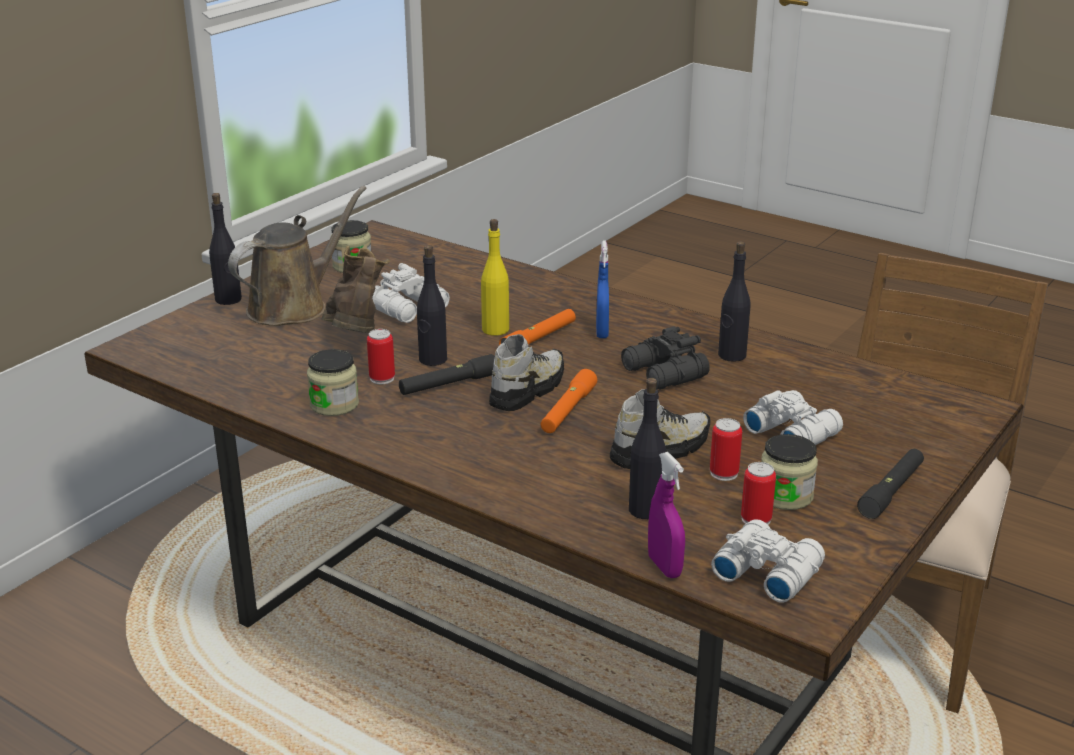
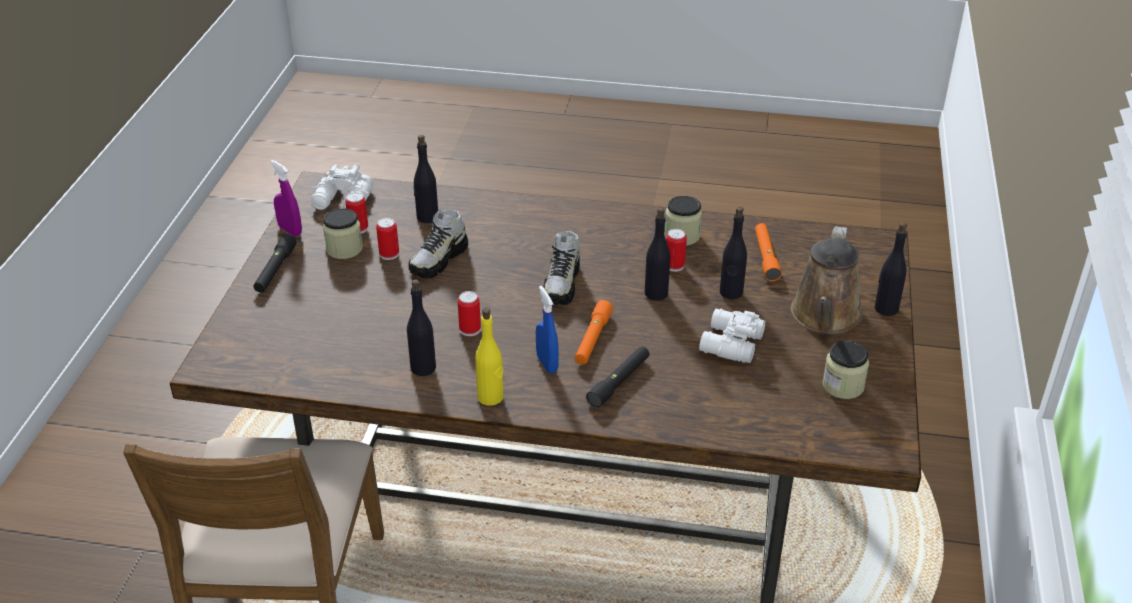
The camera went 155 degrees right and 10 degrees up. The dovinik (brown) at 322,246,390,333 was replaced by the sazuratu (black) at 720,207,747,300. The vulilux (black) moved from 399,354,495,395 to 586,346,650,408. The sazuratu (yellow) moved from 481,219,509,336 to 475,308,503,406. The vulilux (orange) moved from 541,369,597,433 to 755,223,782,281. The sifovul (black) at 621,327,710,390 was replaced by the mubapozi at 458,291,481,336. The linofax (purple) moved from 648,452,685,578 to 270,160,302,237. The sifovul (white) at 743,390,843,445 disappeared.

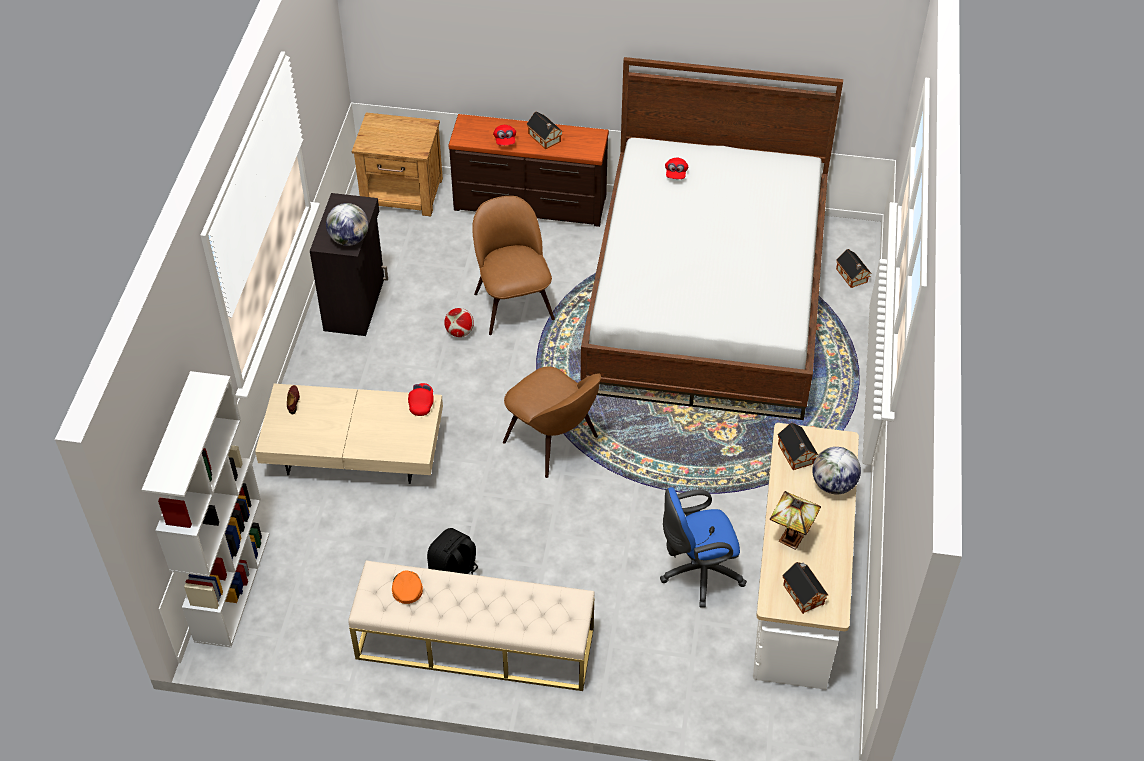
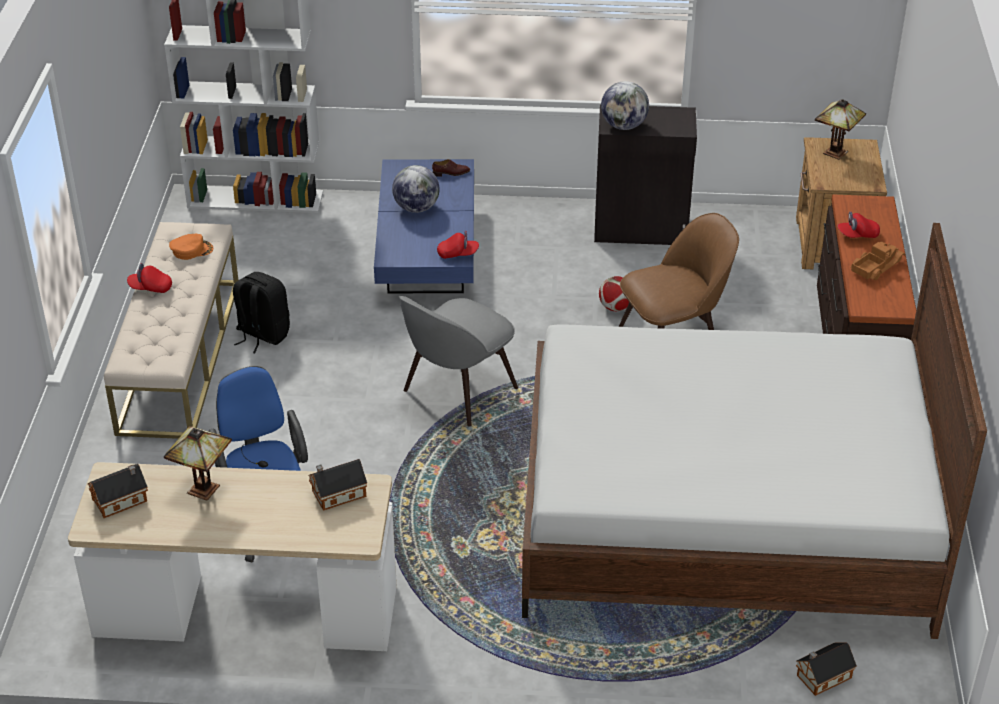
The camera went 85 degrees right and 10 degrees down. The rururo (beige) at 255,384,443,484 became the rururo (blue) at 374,159,474,293. The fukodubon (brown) at 503,367,601,478 became the fukodubon (grey) at 399,296,518,427. The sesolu at 527,111,563,149 was replaced by the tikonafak at 850,241,905,280. The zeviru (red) moved from 665,158,688,179 to 127,263,172,293. The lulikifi moved from 812,447,861,494 to 392,165,440,213. The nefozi at 815,99,866,160 appeared.

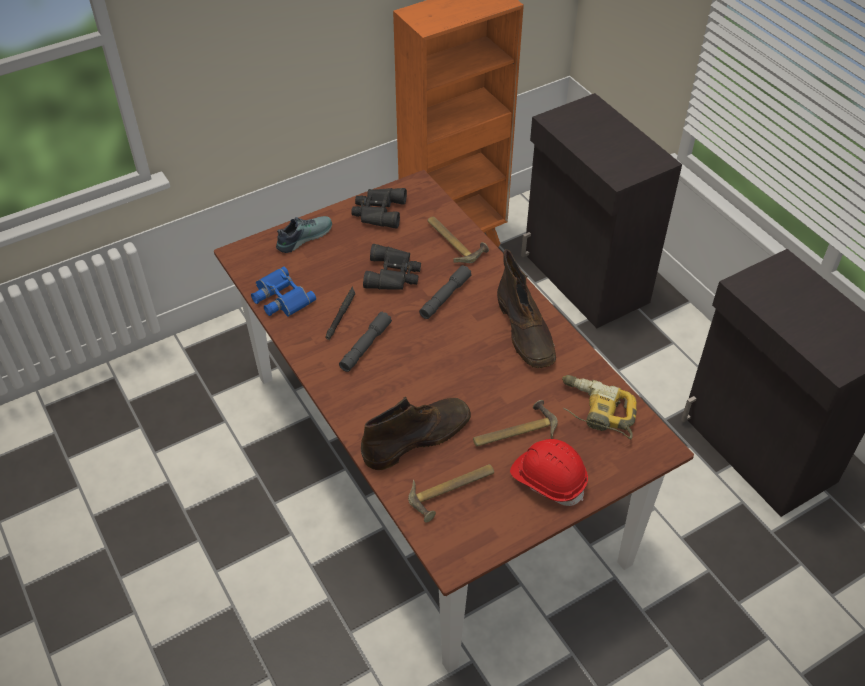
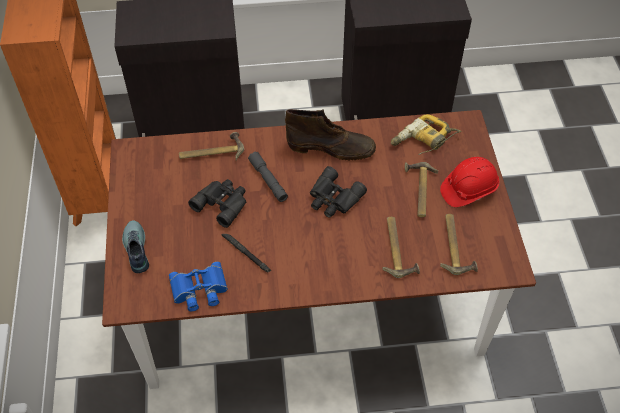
The camera went 65 degrees left and 5 degrees up. The vulilux (grey) at 339,312,392,372 disappeared. The sifovul (black) moved from 351,188,407,228 to 310,166,367,218. The dovinik (brown) at 361,397,471,470 was replaced by the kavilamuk at 382,217,420,278.

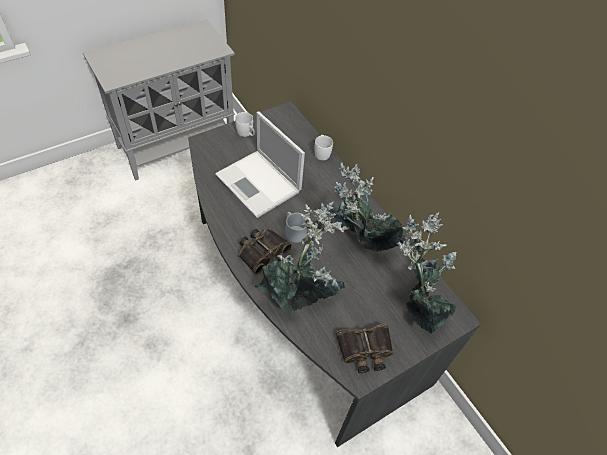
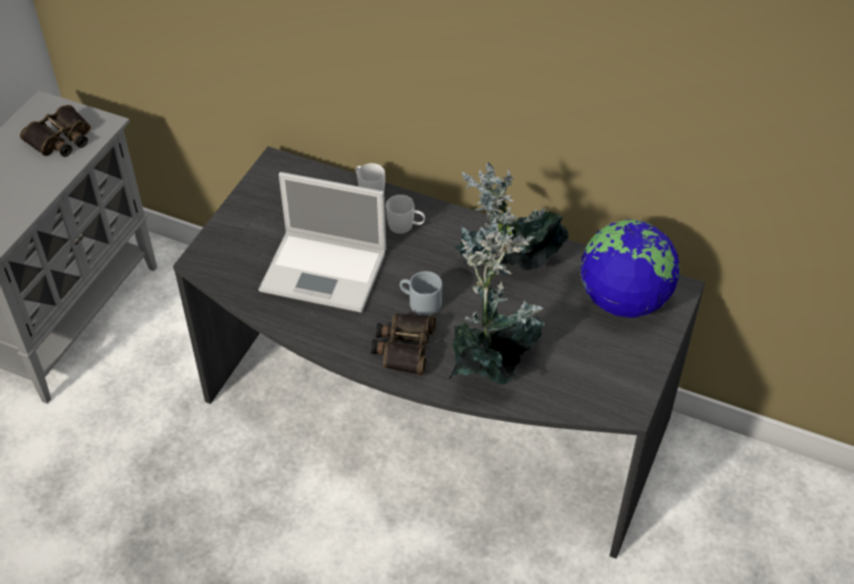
The camera went 30 degrees left and 5 degrees down. The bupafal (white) moved from 235,112,255,137 to 386,195,425,234. The sifovul moved from 336,324,394,373 to 20,105,91,157. The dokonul at 397,212,456,333 was replaced by the lulikifi at 580,219,680,318.

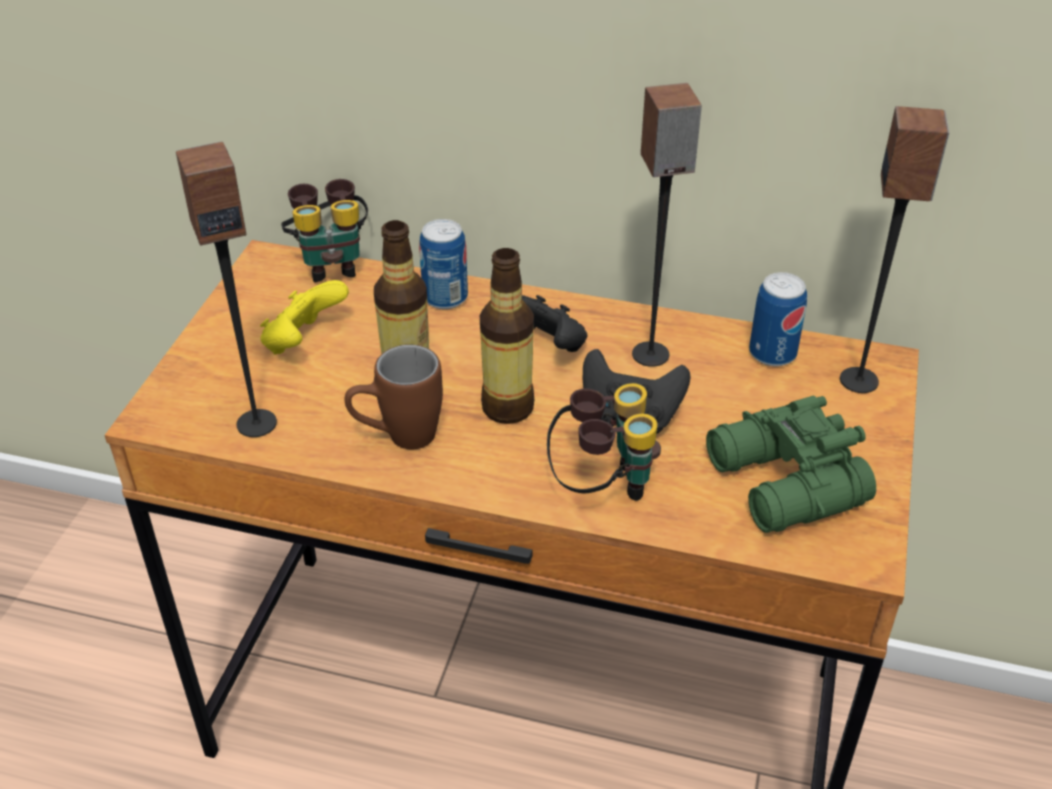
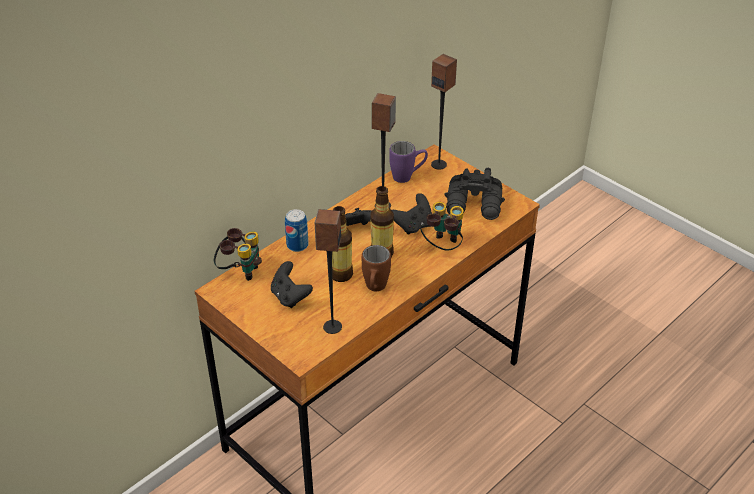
The camera went 60 degrees left and 0 degrees up. The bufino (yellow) at 260,280,349,355 became the bufino (black) at 271,261,313,308. The sifovul (green) at 706,396,876,533 became the sifovul (black) at 444,168,505,220. The mubapozi at 749,272,807,367 was replaced by the bupafal (purple) at 389,141,428,183.

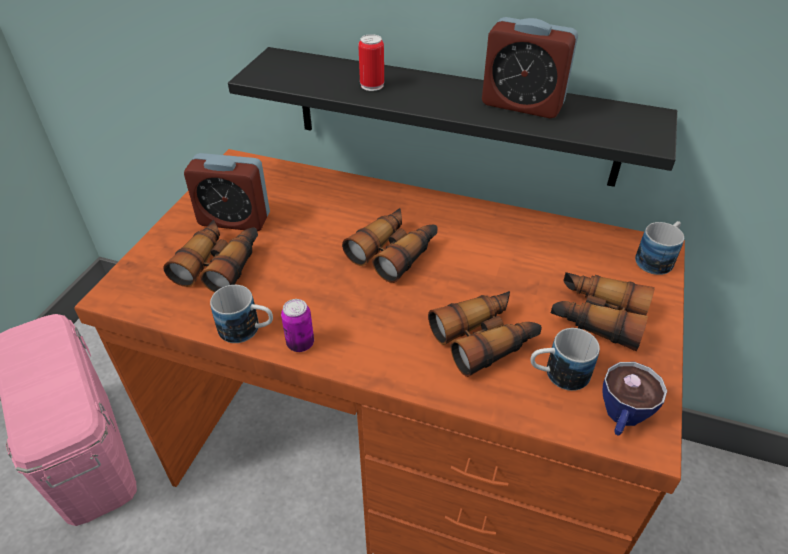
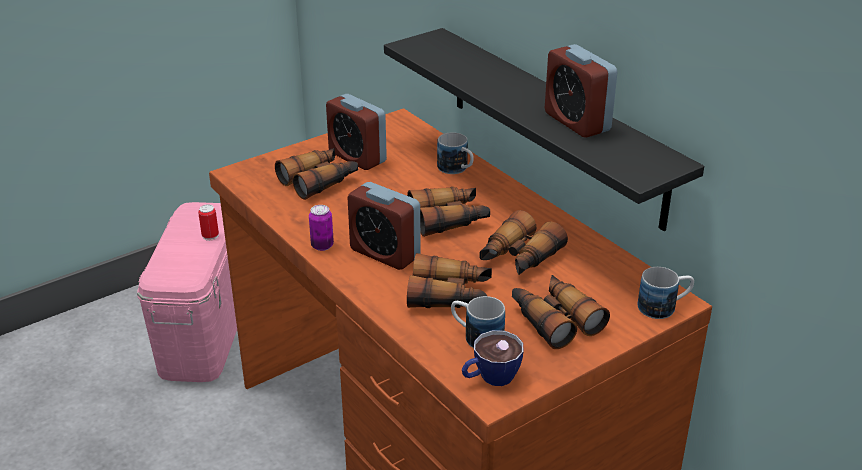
The camera went 35 degrees right and 10 degrees down. The bupafal moved from 210,285,273,343 to 437,132,474,174. The mubapozi moved from 358,34,384,91 to 198,204,219,241. The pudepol at 347,182,421,270 appeared. The sifovul at 480,210,568,275 appeared.

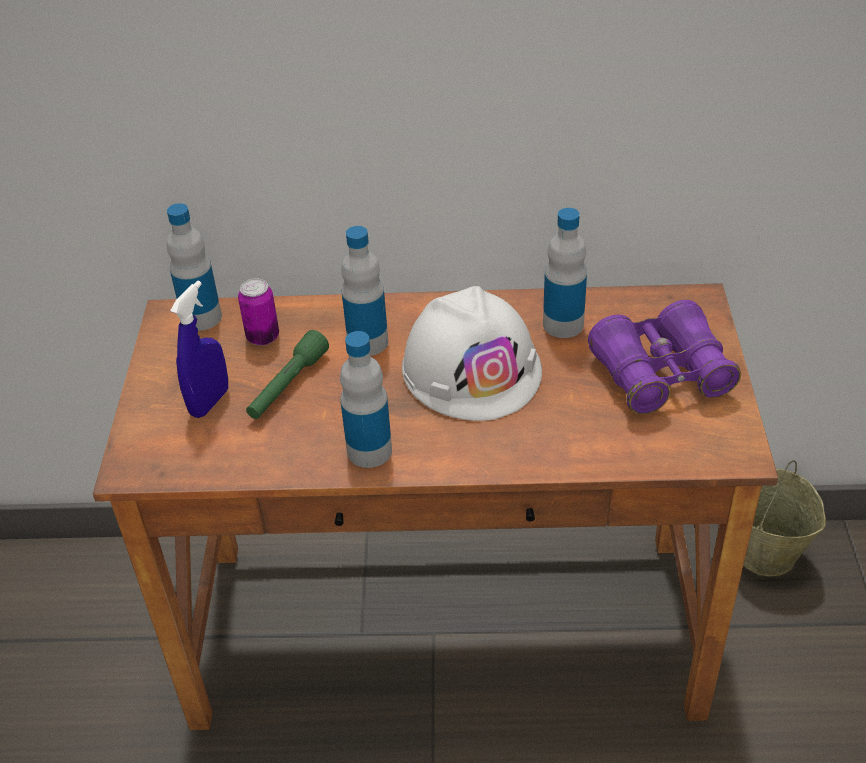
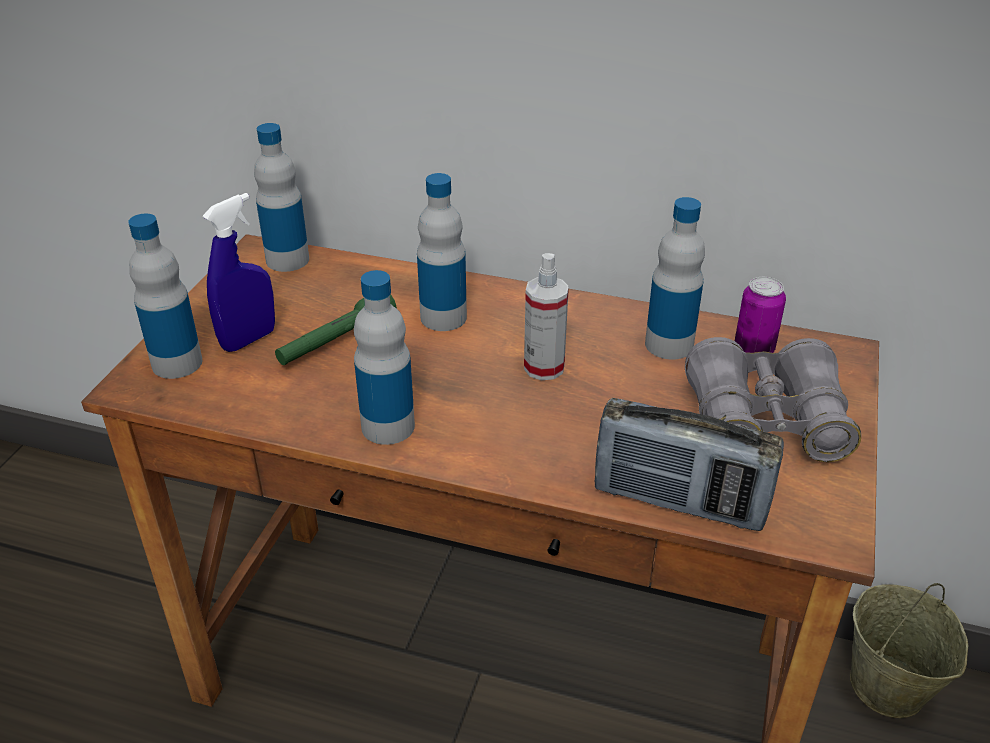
The camera went 15 degrees right and 5 degrees down. The mubapozi moved from 238,278,279,346 to 735,277,786,353. The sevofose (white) at 402,286,542,421 was replaced by the linofax at 524,253,569,380. The sifovul (purple) at 588,300,741,414 became the sifovul (grey) at 685,337,861,462. The sazuratu at 128,214,203,379 appeared. The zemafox at 595,398,784,531 appeared.

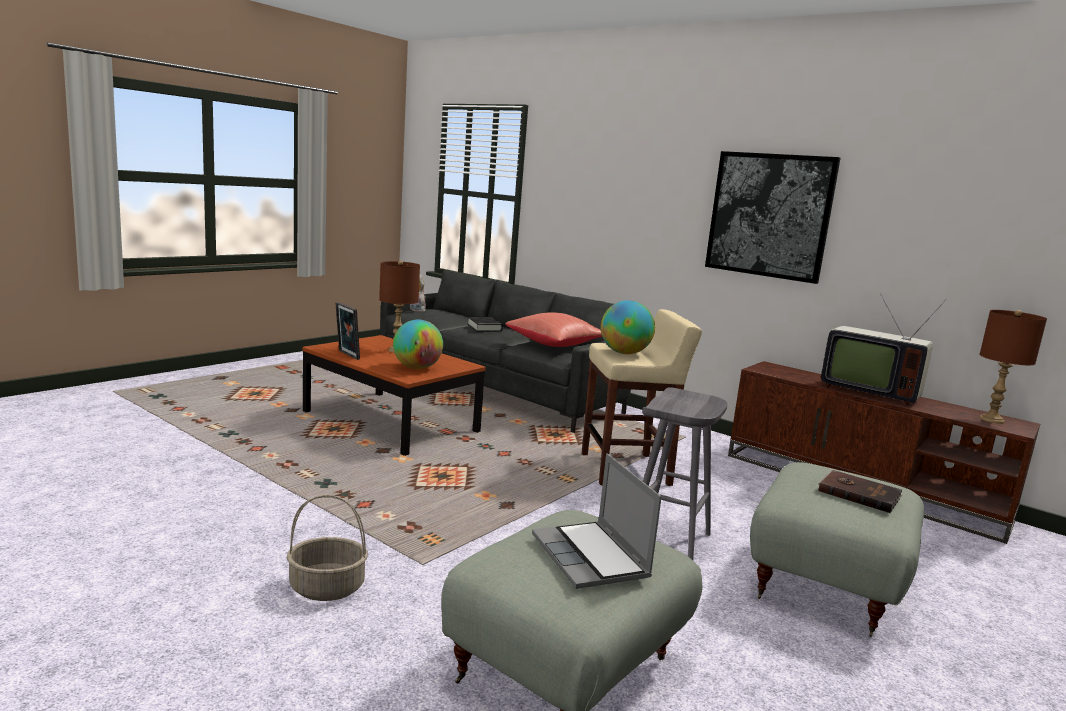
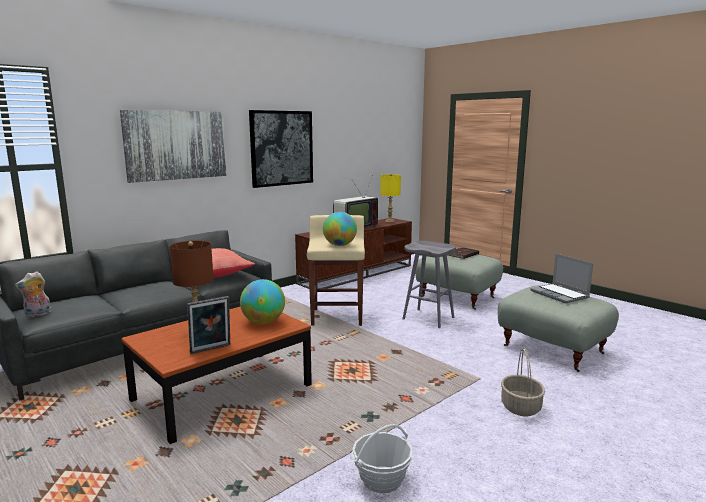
The camera went 80 degrees left and 0 degrees up. The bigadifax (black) at 468,317,503,332 disappeared. The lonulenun at 532,453,662,589 turned 75 degrees clockwise. The nefozi (brown) at 979,310,1047,424 became the nefozi (yellow) at 380,173,401,222. The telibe at 120,110,226,183 appeared. The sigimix at 352,424,413,493 appeared.

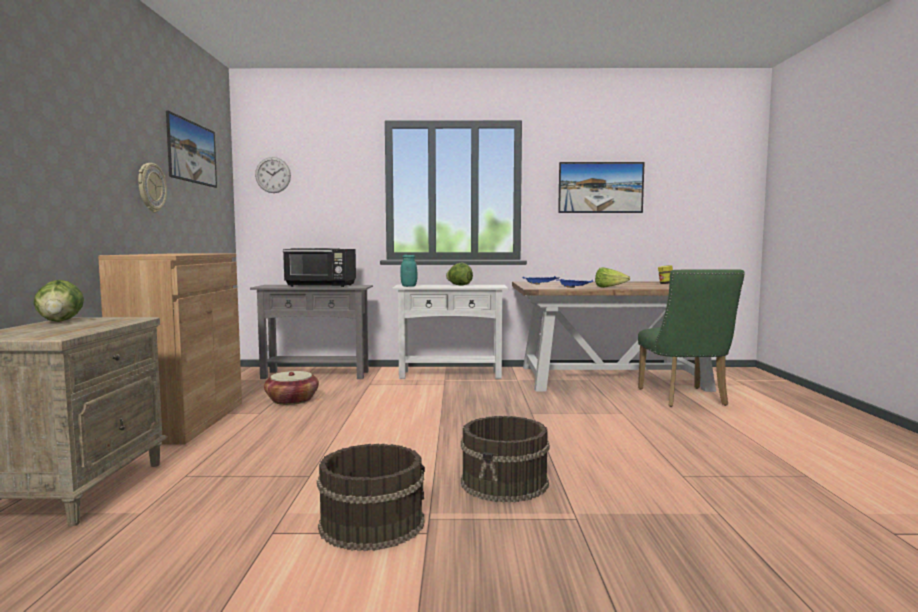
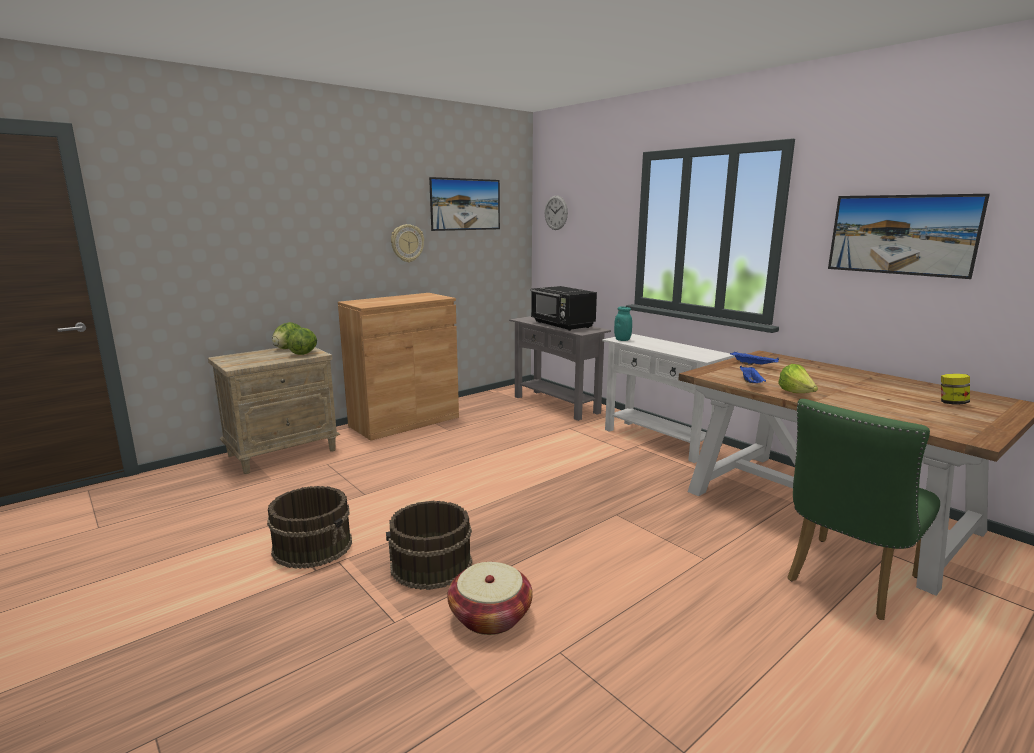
The camera went 50 degrees right and 10 degrees up. The sigimix moved from 264,371,319,405 to 447,562,533,635. The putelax moved from 446,263,473,286 to 287,328,317,355.

